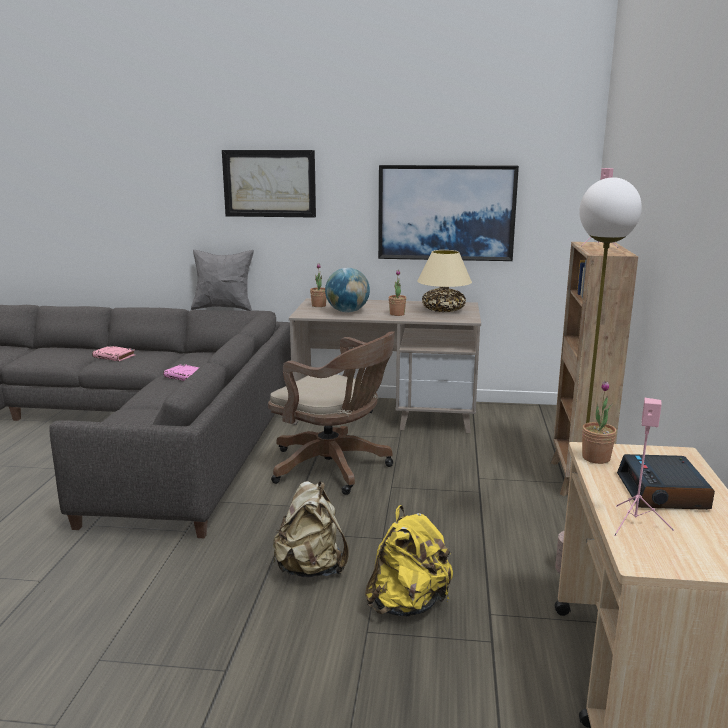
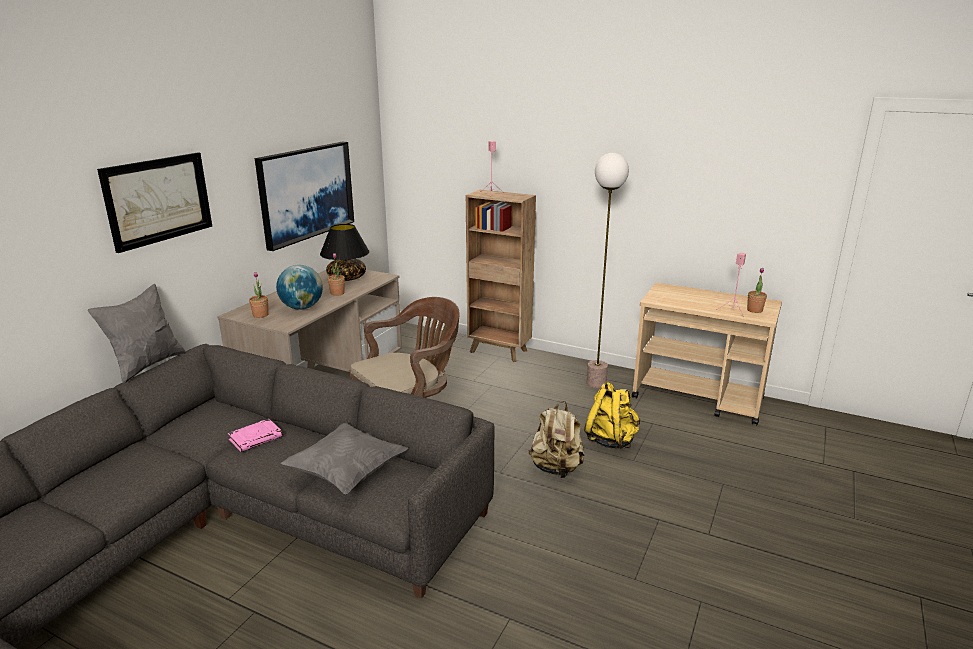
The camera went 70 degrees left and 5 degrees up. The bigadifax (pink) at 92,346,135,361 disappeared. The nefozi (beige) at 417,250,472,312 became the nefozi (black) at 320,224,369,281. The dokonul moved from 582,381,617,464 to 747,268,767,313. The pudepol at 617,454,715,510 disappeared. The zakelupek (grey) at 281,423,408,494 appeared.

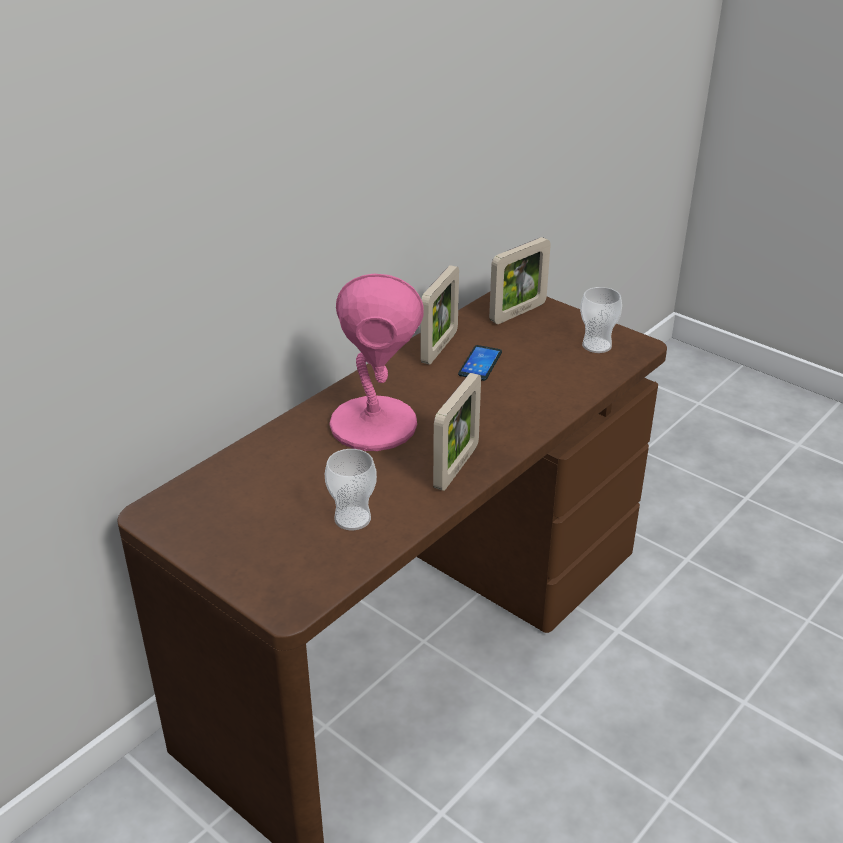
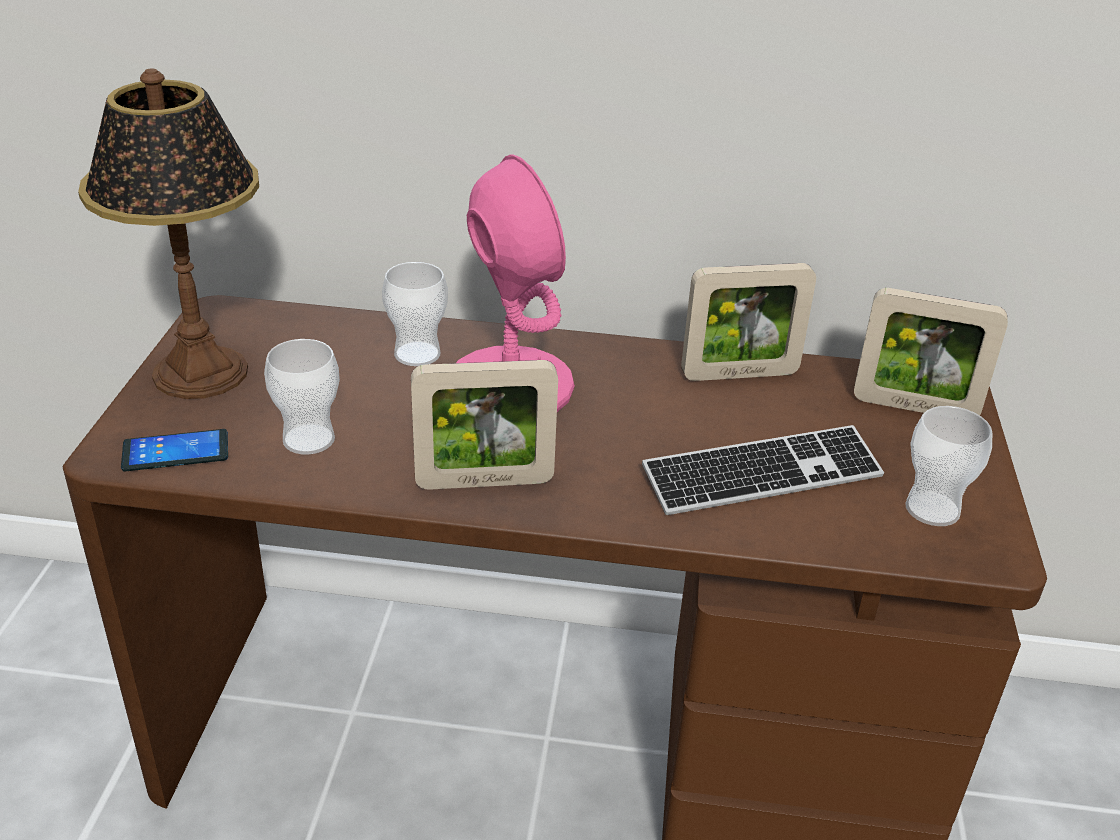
The camera went 55 degrees right and 0 degrees up. The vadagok moved from 458,345,502,381 to 121,429,228,472. The nefozi at 78,68,259,399 appeared. The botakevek at 382,262,448,366 appeared. The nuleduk at 642,425,884,515 appeared.

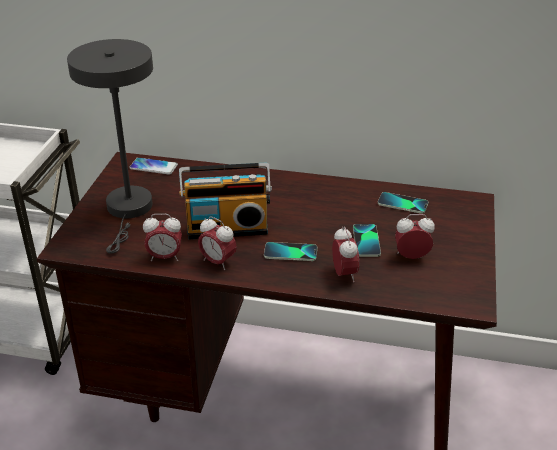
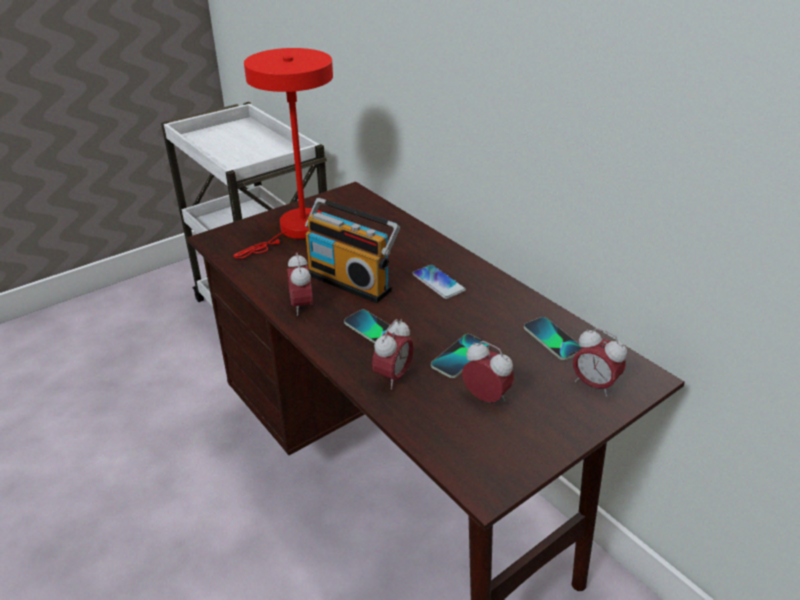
The camera went 40 degrees right and 0 degrees up. The nefozi (grey) at 67,39,153,254 became the nefozi (red) at 233,48,333,259. The vadagok moved from 129,157,178,175 to 412,265,466,299. The pudepol moved from 143,214,182,261 to 573,328,627,397.

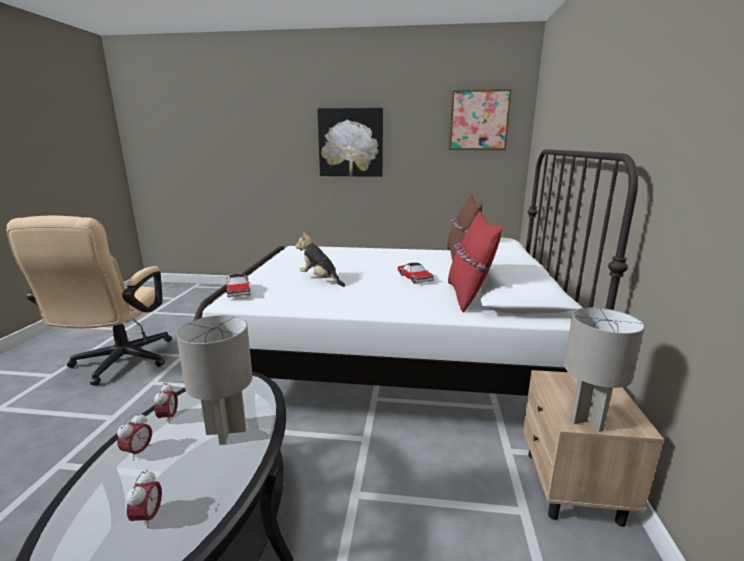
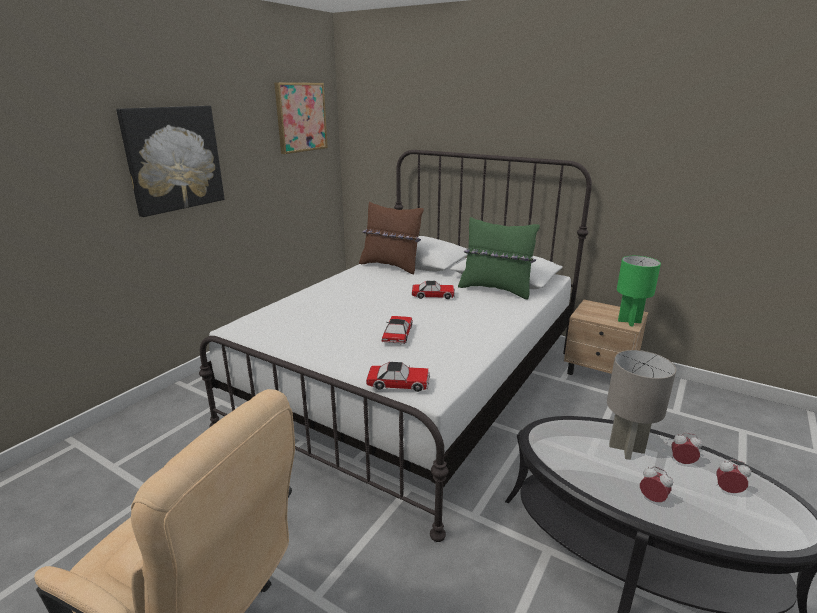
The camera went 65 degrees left and 5 degrees up. The pudepol moved from 154,382,178,424 to 671,433,702,464. The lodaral at 295,232,345,287 was replaced by the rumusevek at 382,316,413,345. The zakelupek (red) at 448,211,503,313 became the zakelupek (green) at 458,217,540,300. The nefozi (grey) at 564,307,645,432 became the nefozi (green) at 617,256,661,326.

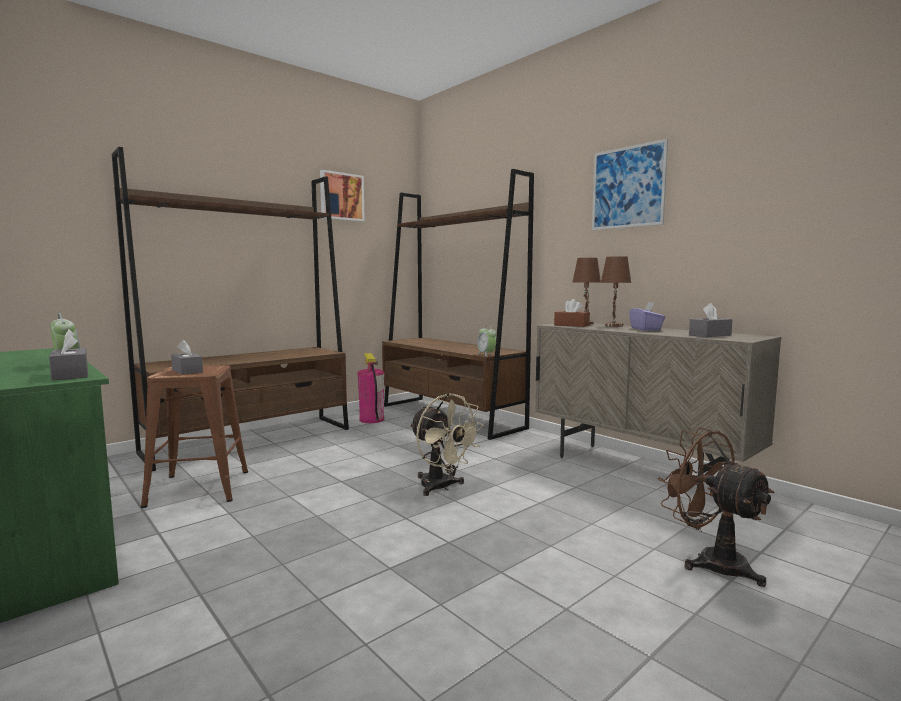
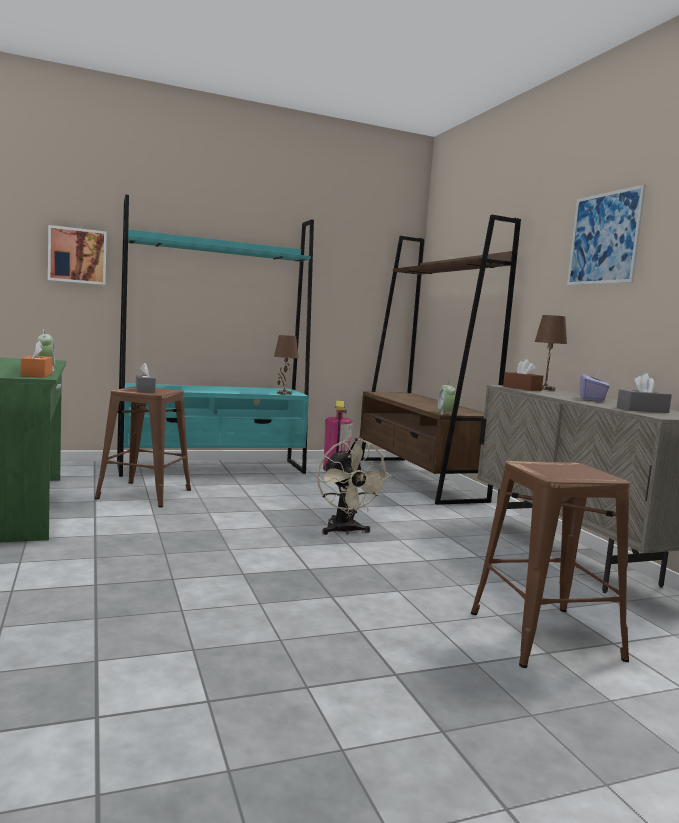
The camera went 20 degrees right and 0 degrees up. The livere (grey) at 49,330,88,381 became the livere (orange) at 21,341,53,378. The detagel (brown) at 112,147,349,471 became the detagel (turquoise) at 117,194,314,477. The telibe moved from 320,170,365,222 to 48,225,107,285. The nefozi (brown) moved from 601,256,631,327 to 274,335,299,395. The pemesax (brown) at 658,428,775,587 was replaced by the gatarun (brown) at 471,461,630,668.

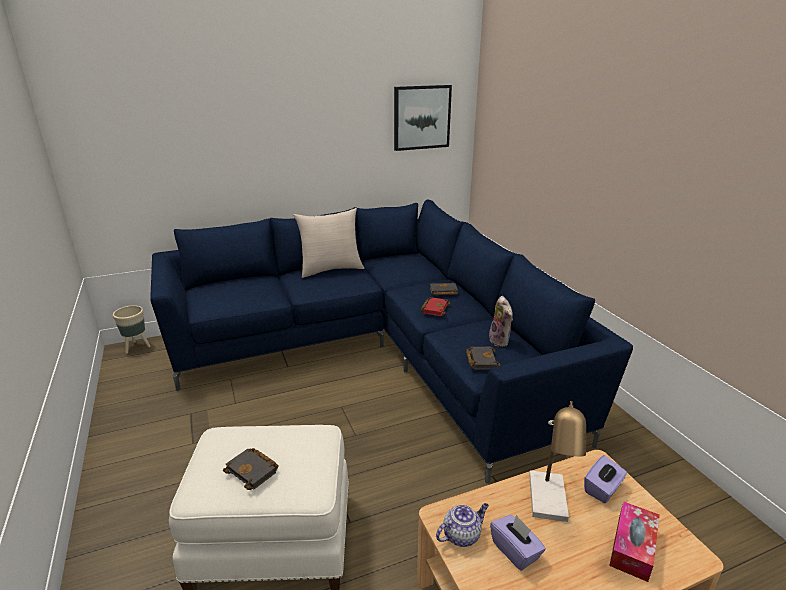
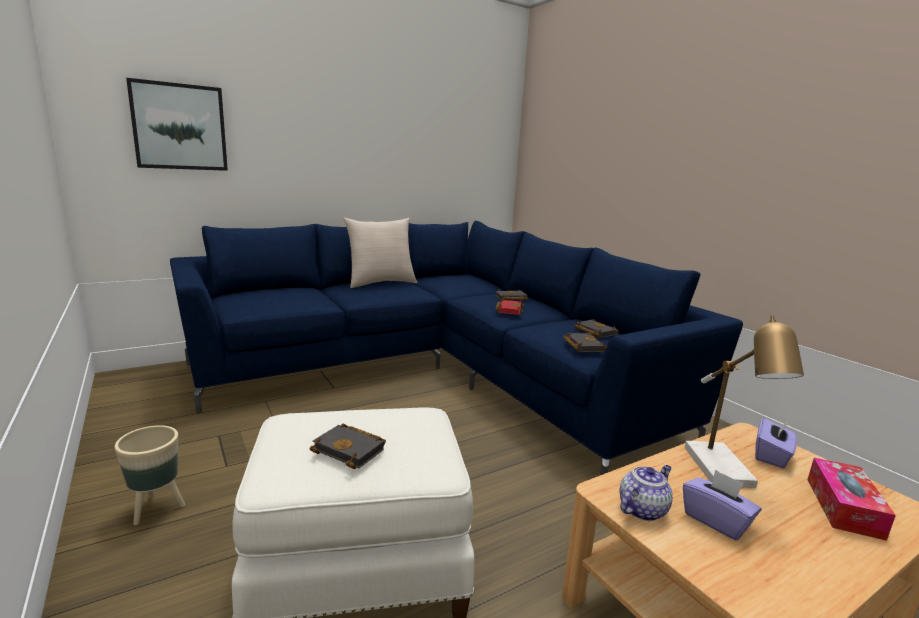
The camera went 10 degrees left and 10 degrees down. The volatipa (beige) moved from 113,305,151,354 to 114,425,185,525. The telibe moved from 394,85,452,151 to 126,78,228,171. The lodaral at 489,296,513,347 was replaced by the bigadifax (black) at 574,319,618,338.

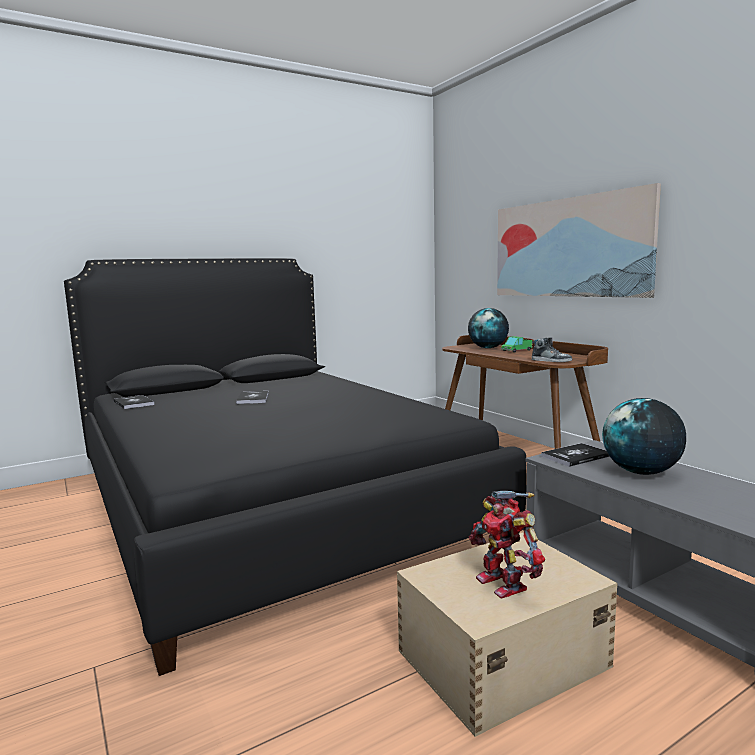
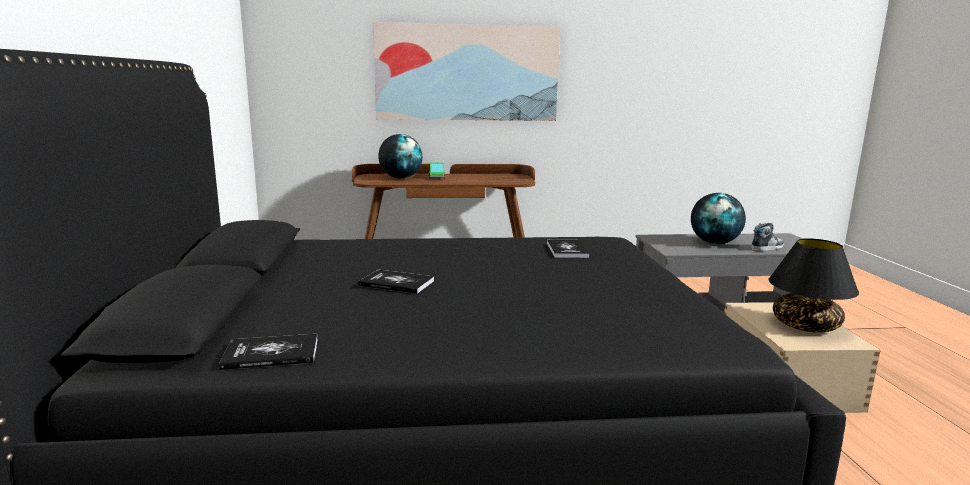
The camera went 65 degrees left and 5 degrees up. The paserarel at 469,491,545,598 was replaced by the nefozi (black) at 769,238,859,332. The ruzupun moved from 532,337,572,362 to 751,223,784,251. The bigadifax moved from 541,443,610,467 to 547,240,589,258.

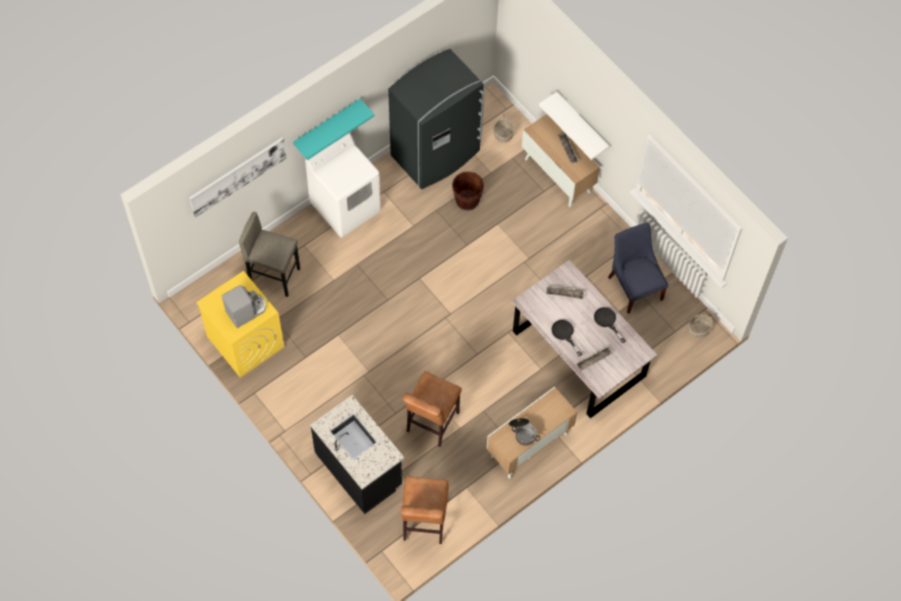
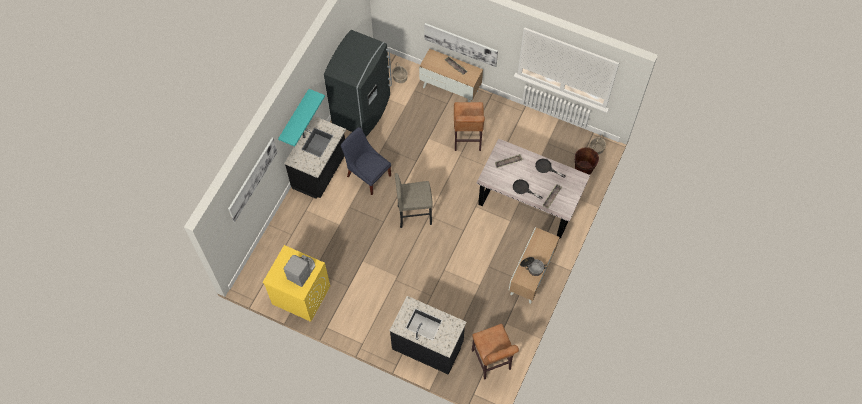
The camera went 25 degrees left and 0 degrees up. The gatarun (grey) moved from 239,212,300,297 to 395,173,432,228. The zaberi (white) at 305,133,381,238 was replaced by the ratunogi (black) at 284,116,346,199. The gatarun (brown) moved from 402,371,462,447 to 454,102,485,151. The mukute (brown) moved from 452,172,484,210 to 575,147,599,175. The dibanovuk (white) at 539,92,609,160 was replaced by the telibe at 424,23,498,67. The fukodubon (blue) moved from 608,223,668,314 to 341,127,391,195.

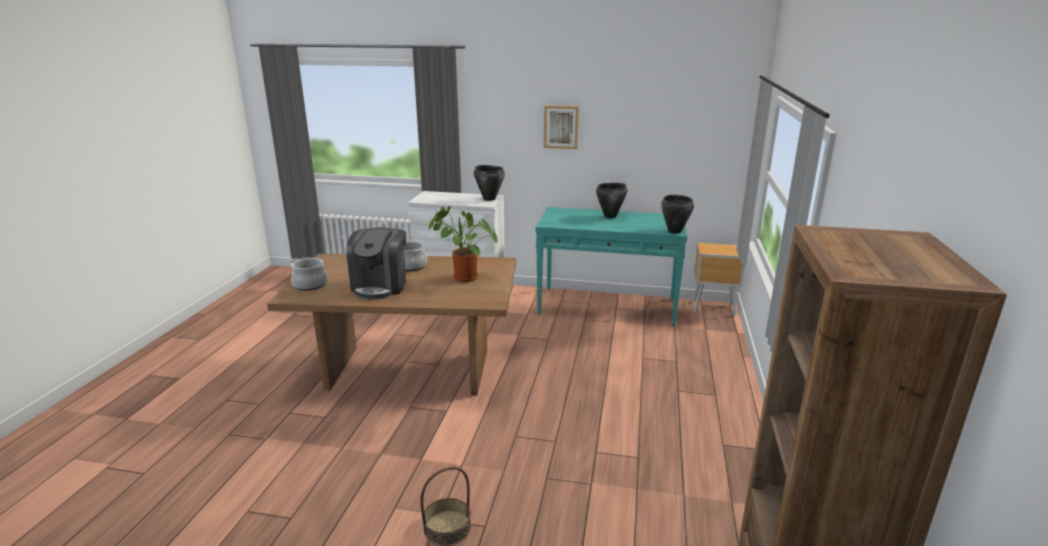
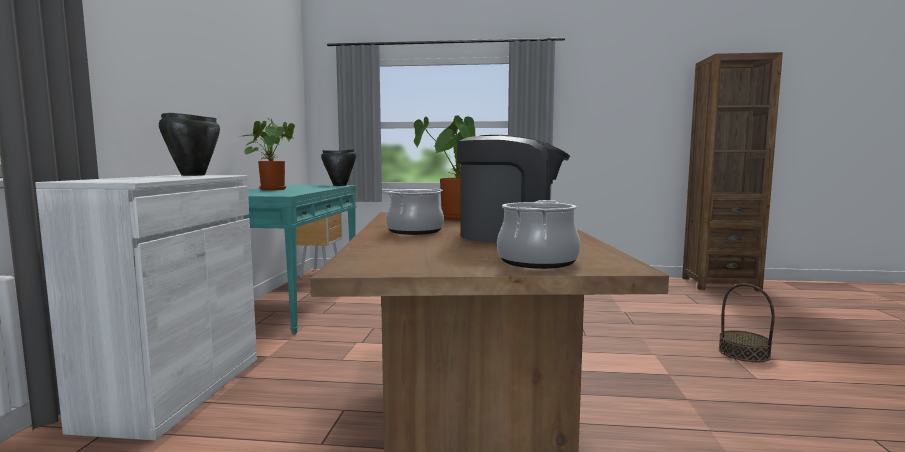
The camera went 95 degrees left and 15 degrees down. The telibe at 544,105,579,149 disappeared. The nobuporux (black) at 596,183,627,218 was replaced by the dokonul at 242,118,295,190.

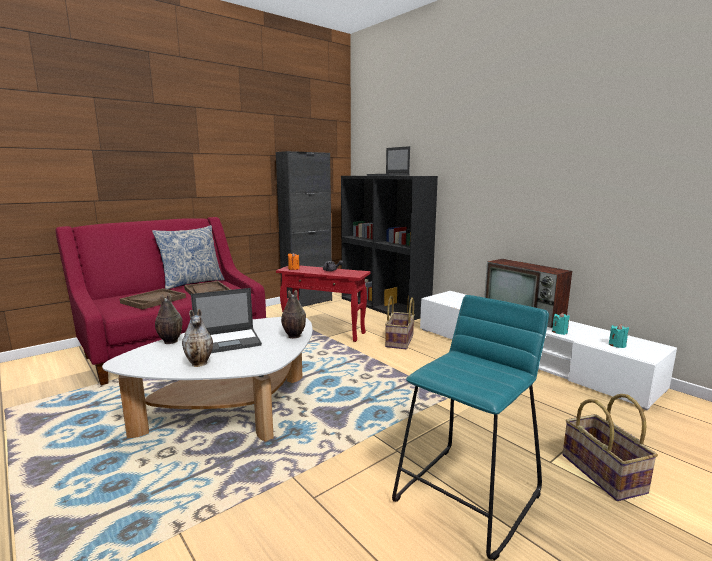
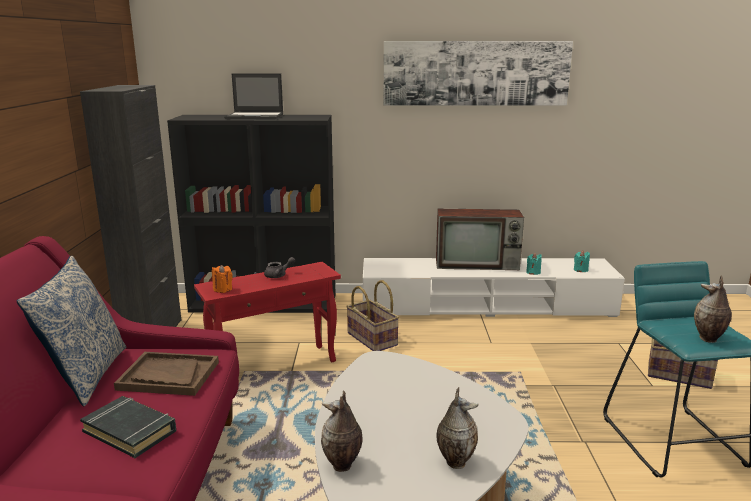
The camera went 50 degrees left and 5 degrees up. The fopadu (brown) at 120,288,186,310 was replaced by the bigadifax (black) at 80,396,176,458. The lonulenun at 191,288,262,353 disappeared. The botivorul moved from 281,289,306,339 to 694,275,732,343. The telibe at 384,41,573,106 appeared.

